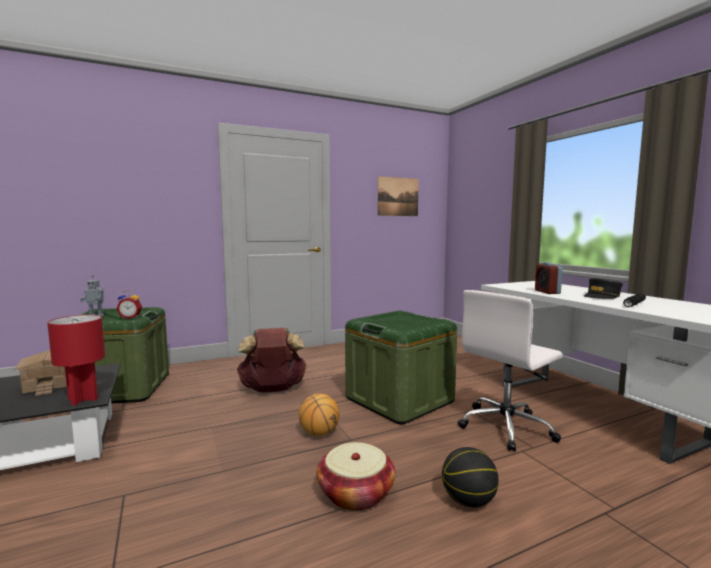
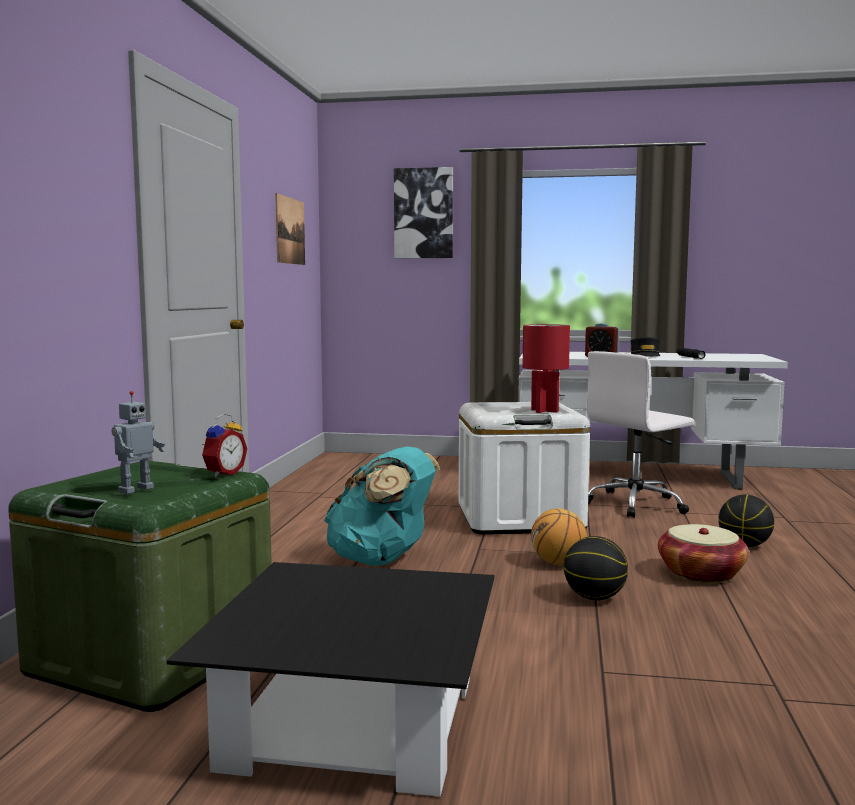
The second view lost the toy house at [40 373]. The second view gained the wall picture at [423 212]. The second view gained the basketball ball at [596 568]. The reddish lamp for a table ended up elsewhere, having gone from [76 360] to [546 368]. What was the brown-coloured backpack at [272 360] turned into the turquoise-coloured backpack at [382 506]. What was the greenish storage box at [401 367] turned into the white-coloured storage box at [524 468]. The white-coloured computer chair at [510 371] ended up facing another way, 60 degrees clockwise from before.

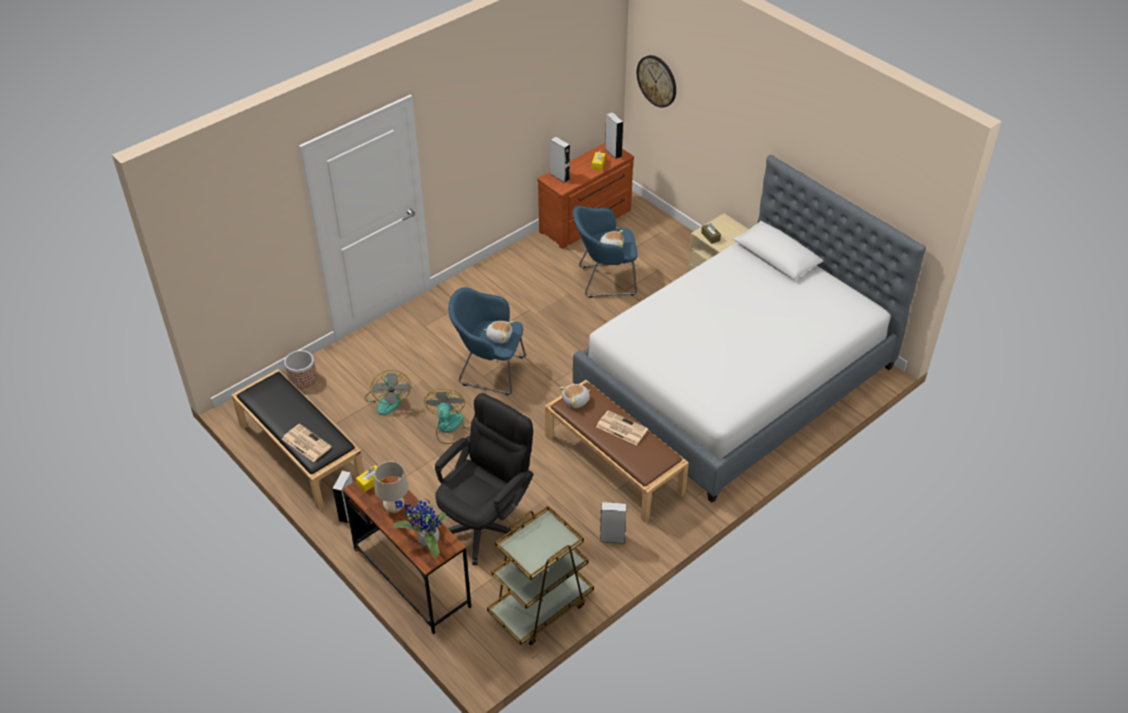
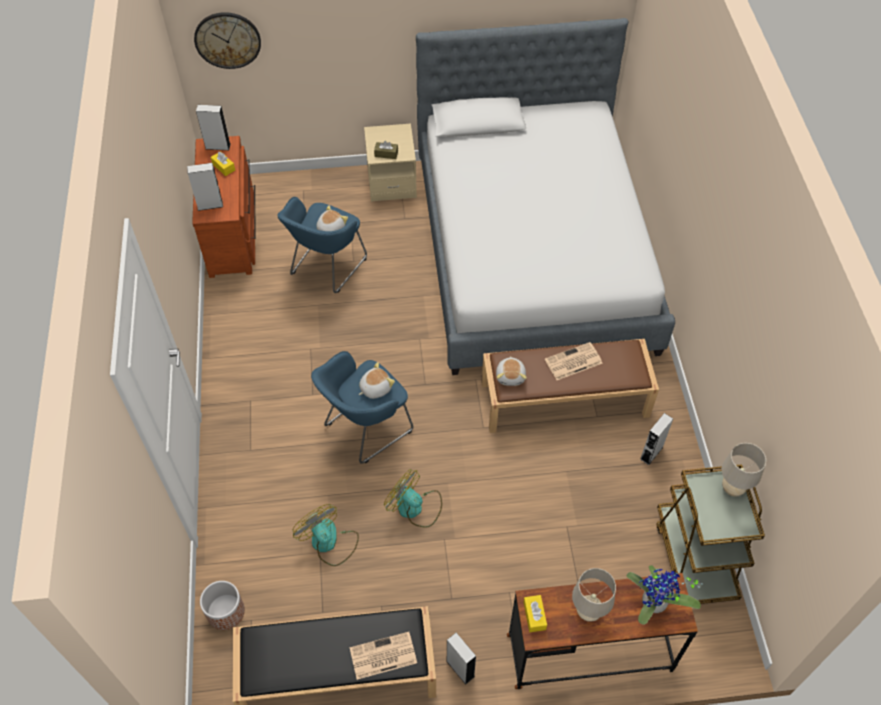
The second view lost the black computer chair at [484 479]. The second view gained the sand-coloured lamp for a table at [744 470]. The fan at [388 392] ended up facing another way, 150 degrees counterclockwise from before.

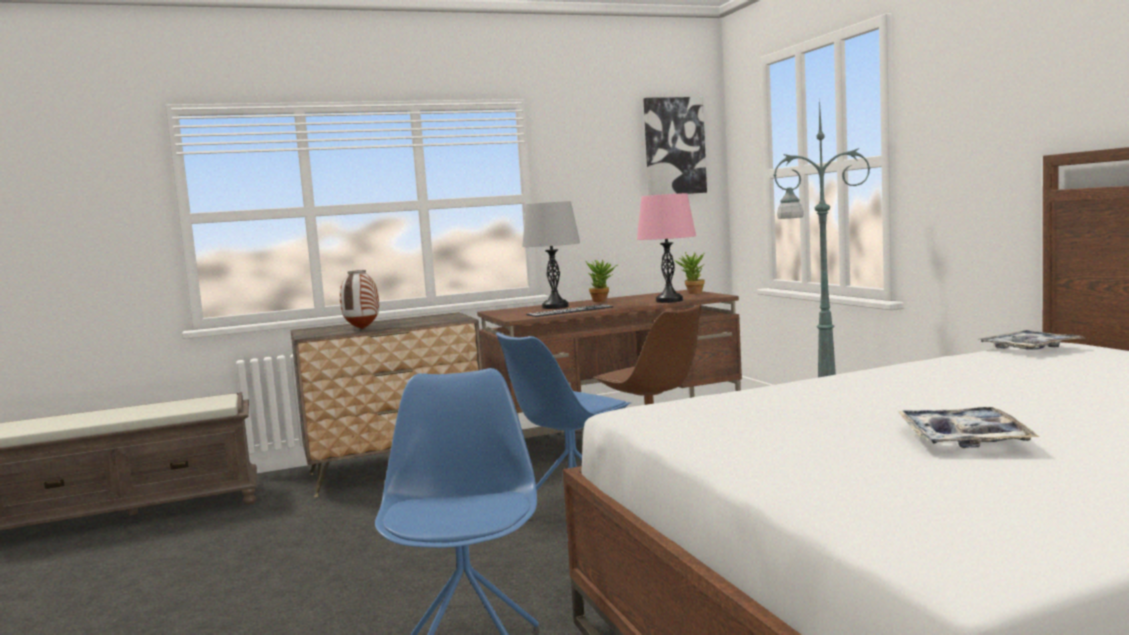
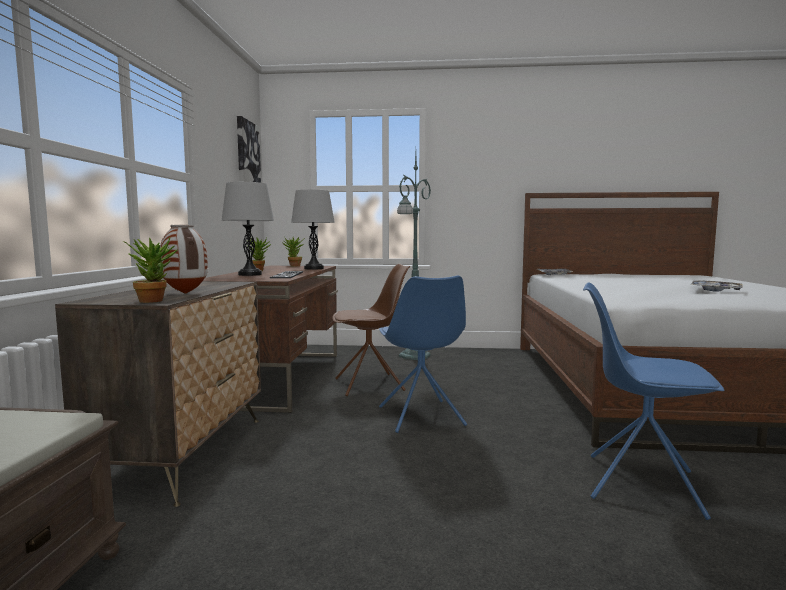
The second view gained the houseplant at [150 270]. What was the pinkish lamp for a table at [666 248] turned into the gray lamp for a table at [313 230].

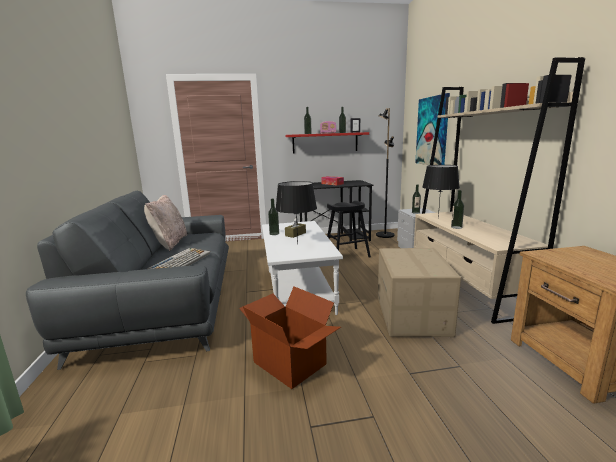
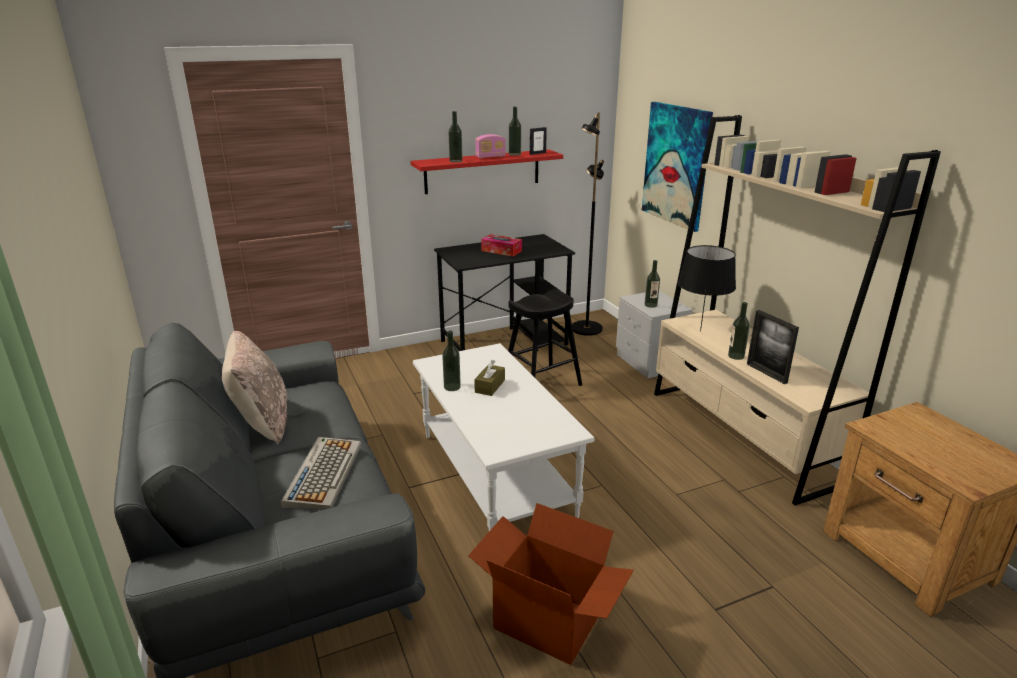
The second view lost the black lamp for a table at [296 213]. The second view lost the cardboard box at [419 292]. The second view gained the picture frame at [773 347].

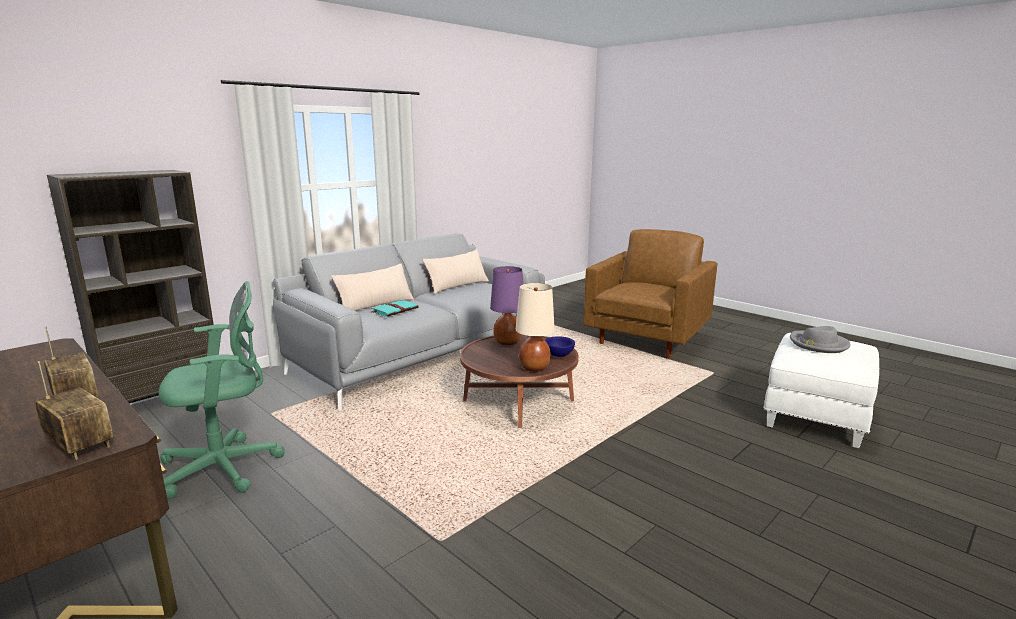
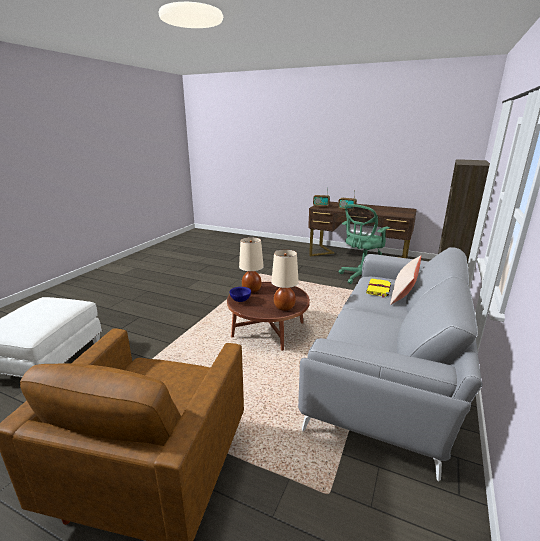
The second view lost the sand-coloured throw pillow at [455 271]. The second view lost the gray wearable hat at [820 339]. What was the turquoise-coloured book at [395 308] turned into the yellow book at [378 288]. What was the purple lamp for a table at [506 305] turned into the sand-coloured lamp for a table at [285 280].

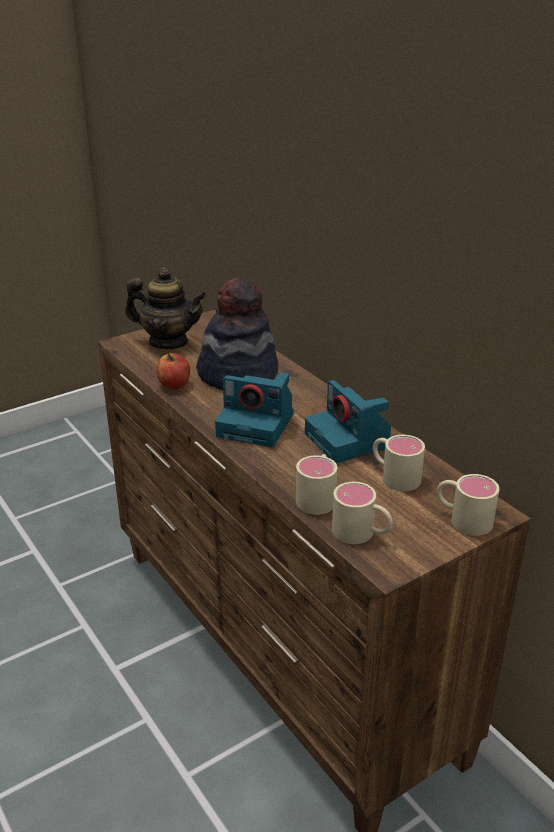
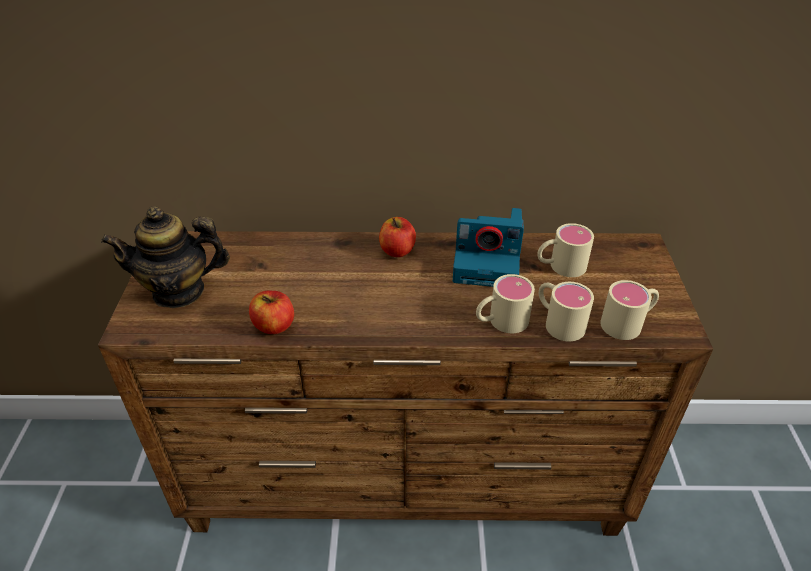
The second view lost the wearable hat at [237 334]. The second view lost the still camera at [254 409]. The second view gained the apple fruit at [397 237]. The sand-coloured mug ended up elsewhere, having gone from [468 505] to [505 303]. The tea pot at [166 308] ended up facing another way, 150 degrees counterclockwise from before.

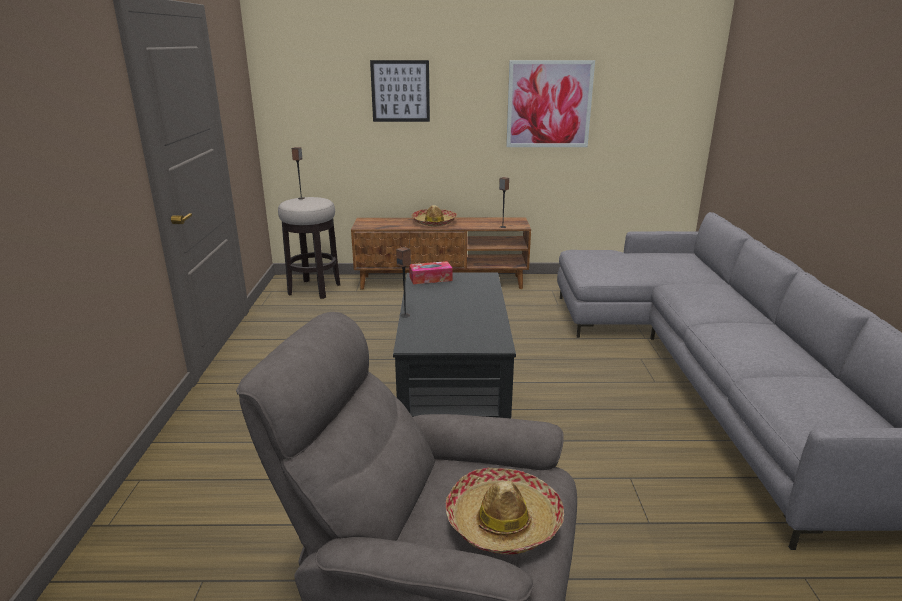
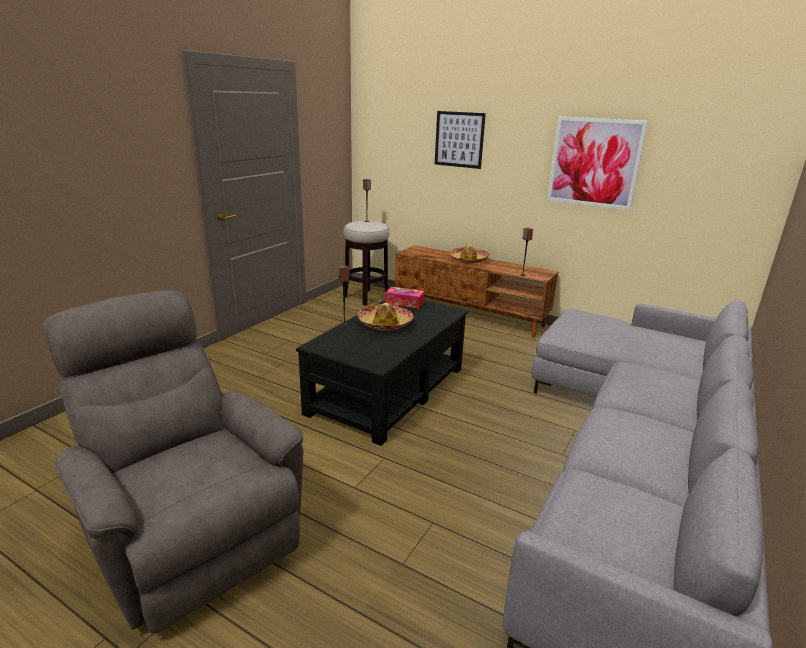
The wearable hat ended up elsewhere, having gone from [505 511] to [385 316].

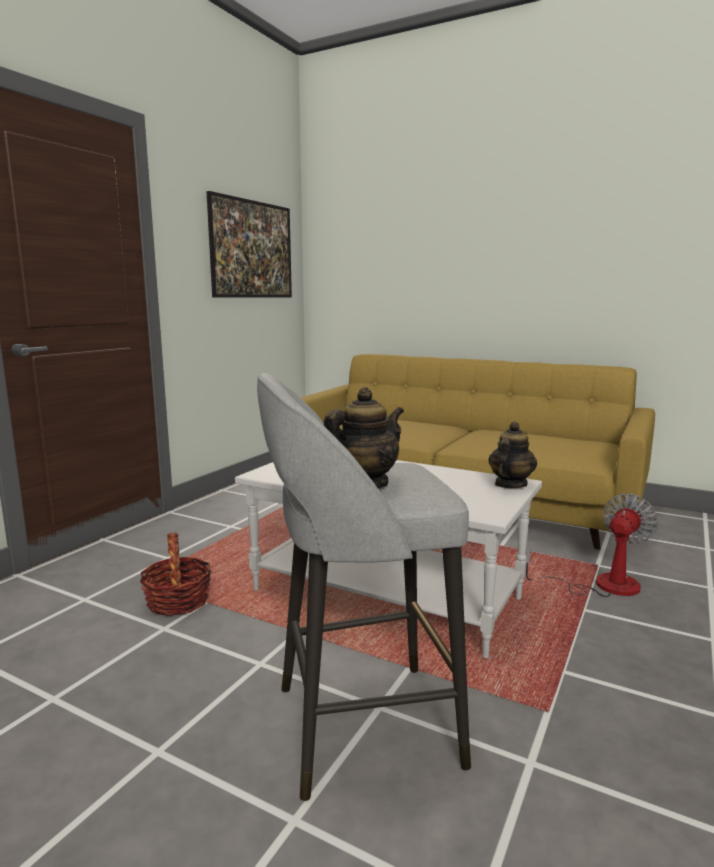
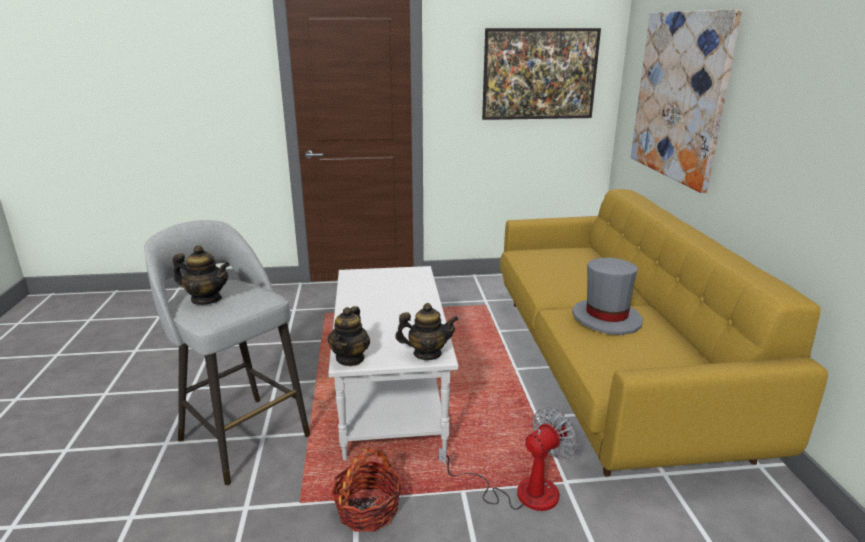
The second view gained the tea pot at [349 336]. The second view gained the gray wearable hat at [607 296]. The second view gained the wall picture at [686 101]. The basket ended up elsewhere, having gone from [175 574] to [366 489]. The fan at [591 545] ended up facing another way, 45 degrees counterclockwise from before.

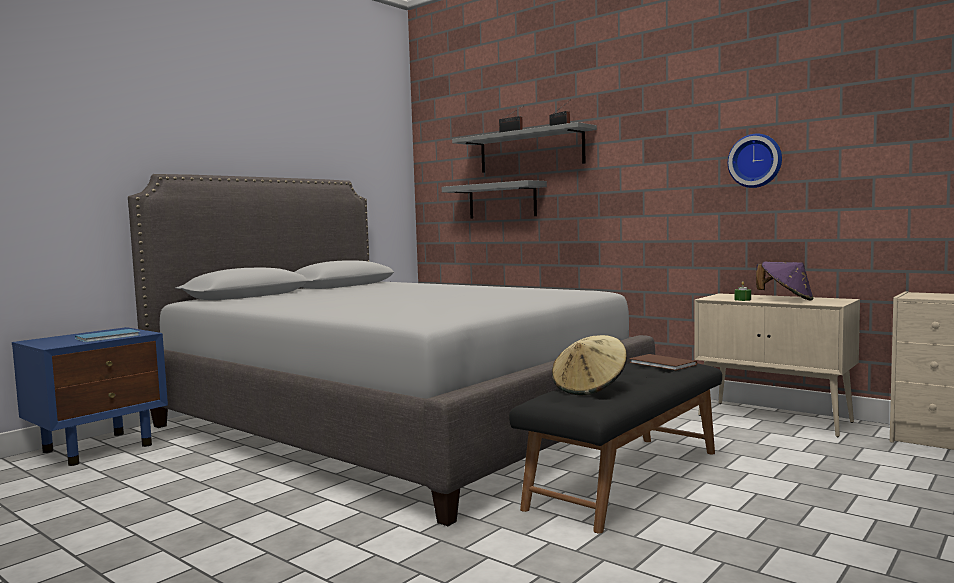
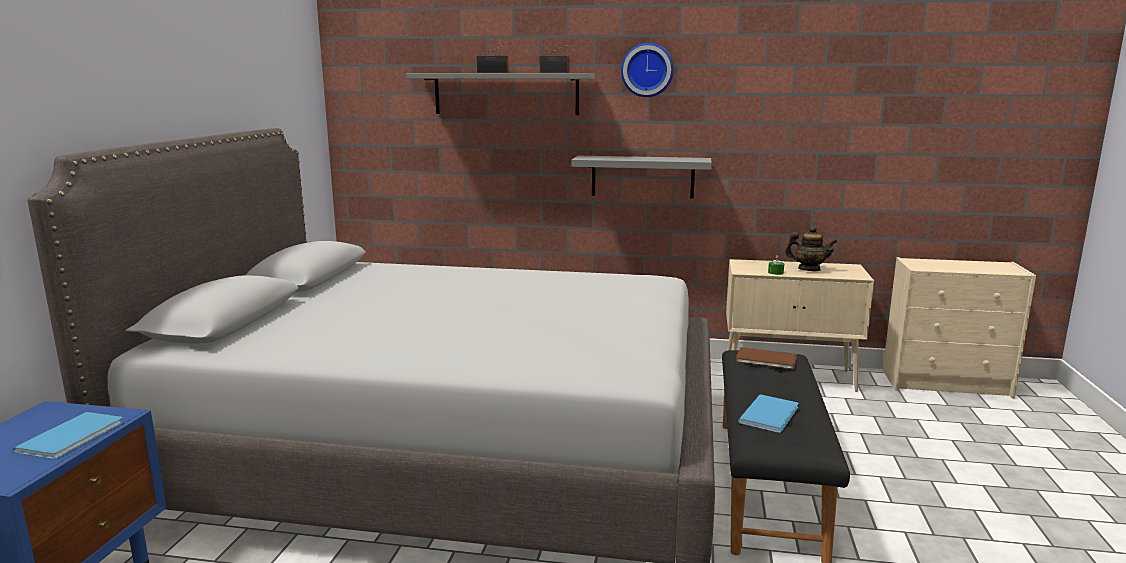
The gray wall shelf ended up elsewhere, having gone from [494 199] to [641 177]. The clock on the wall ended up elsewhere, having gone from [755 161] to [647 70]. Where the sand-coloured wearable hat stood at [589 365], the blue book came to stand at [768 414]. Where the purple wearable hat stood at [785 281], the tea pot came to stand at [811 248].

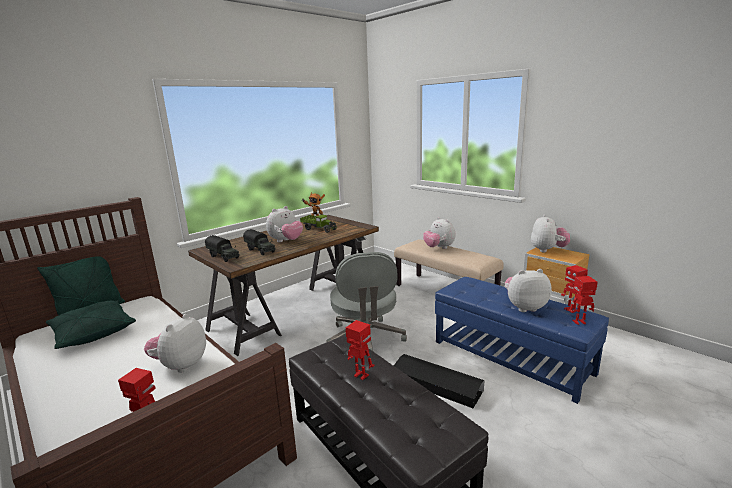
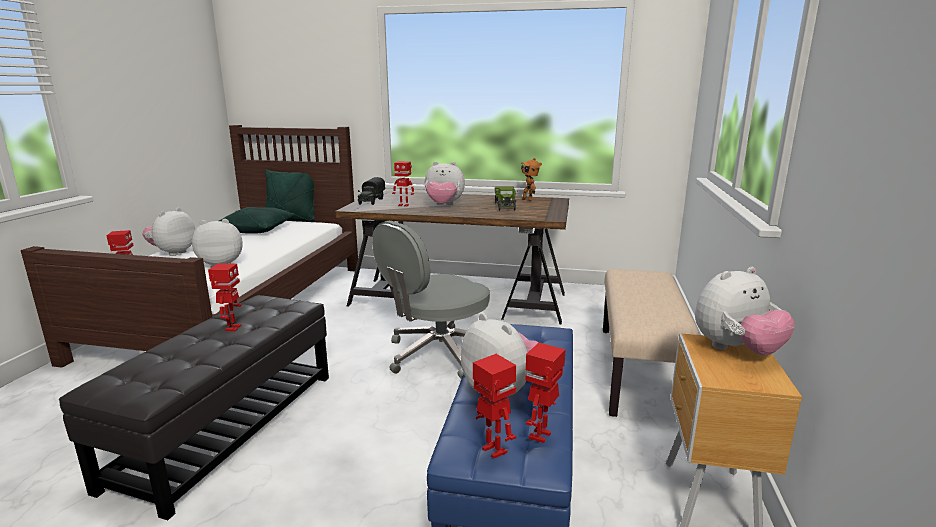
The second view lost the black storage box at [439 381]. The plush toy ended up elsewhere, having gone from [439 233] to [168 232]. Where the model truck stood at [259 242], the model robot came to stand at [403 184].

